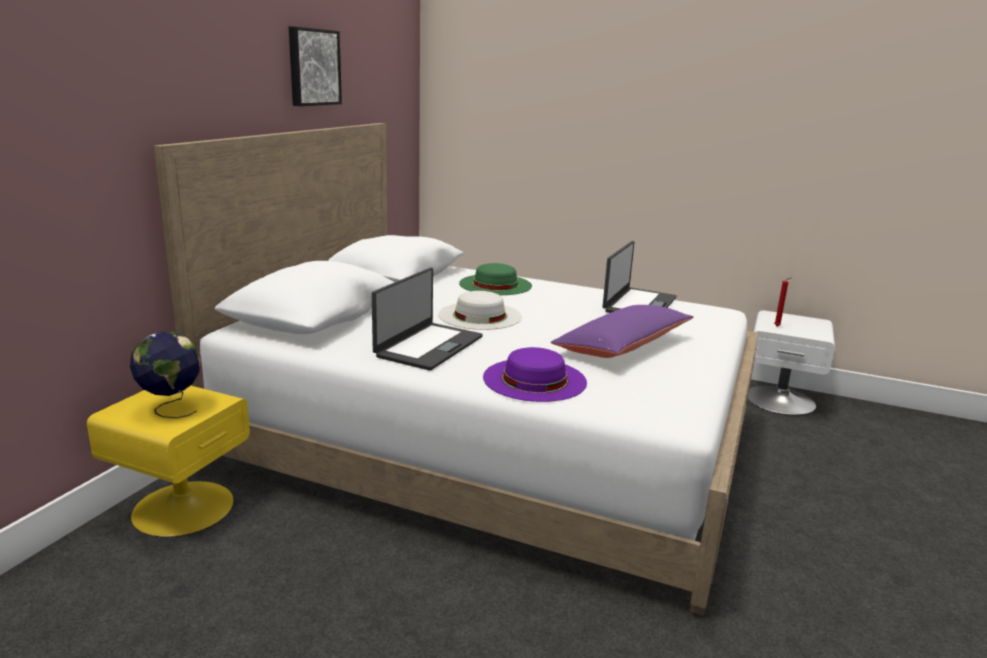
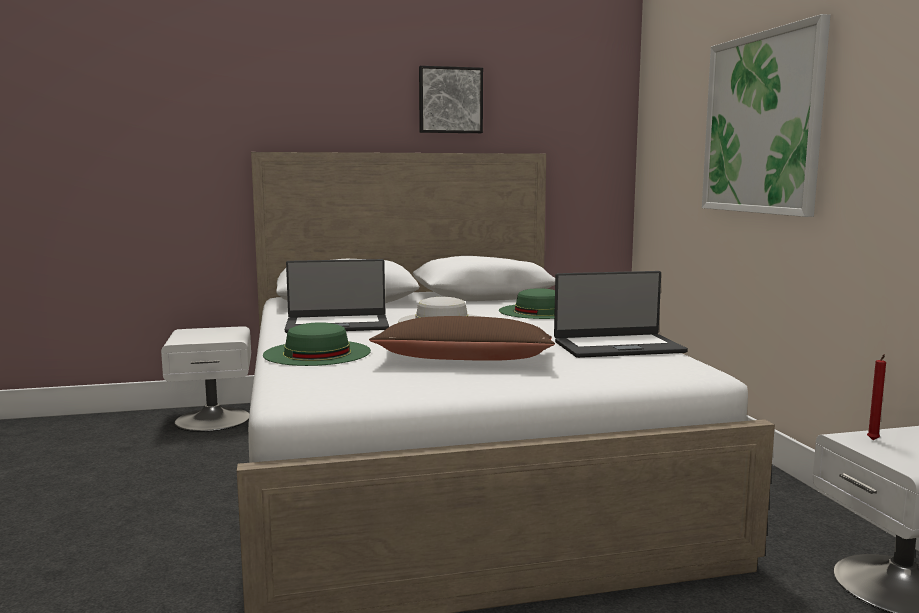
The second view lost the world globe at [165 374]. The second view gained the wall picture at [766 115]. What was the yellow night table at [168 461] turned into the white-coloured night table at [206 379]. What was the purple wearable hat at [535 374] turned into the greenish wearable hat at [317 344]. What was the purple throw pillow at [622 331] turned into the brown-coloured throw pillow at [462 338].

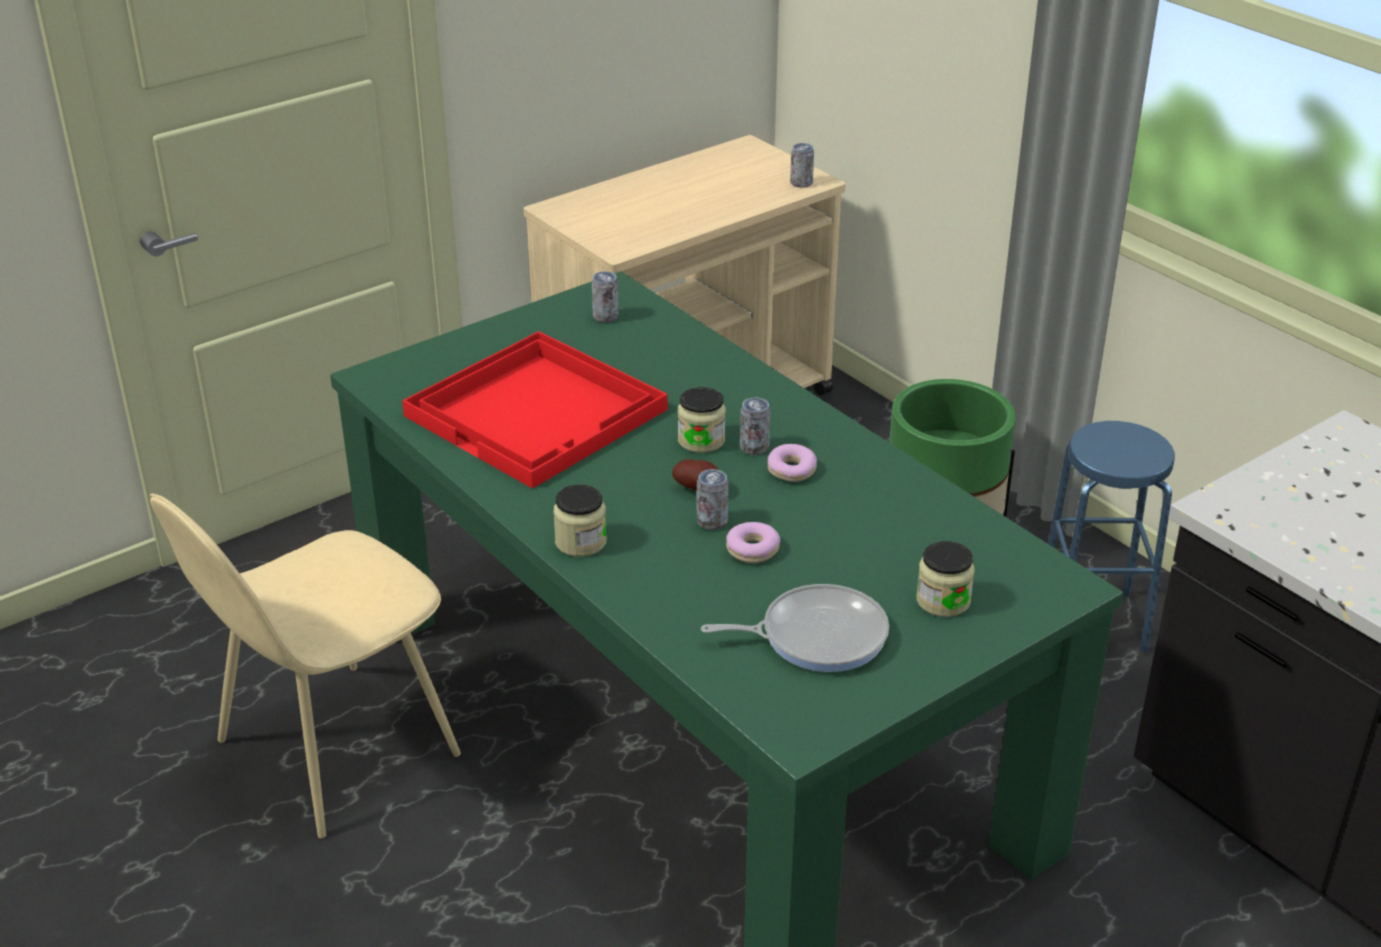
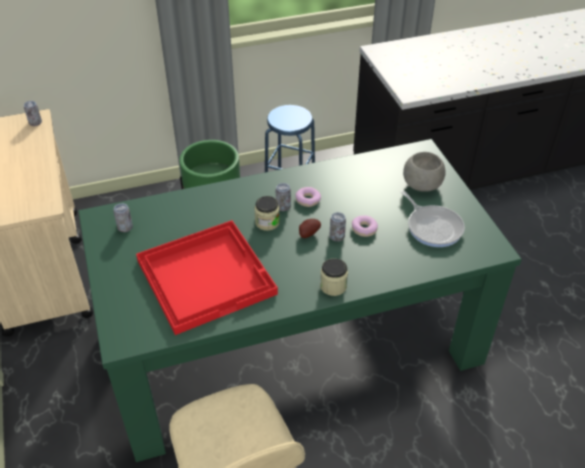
Where the storage jar stood at [945 579], the gray bowl came to stand at [424 172]. The pan at [795 628] ended up facing another way, 135 degrees clockwise from before.

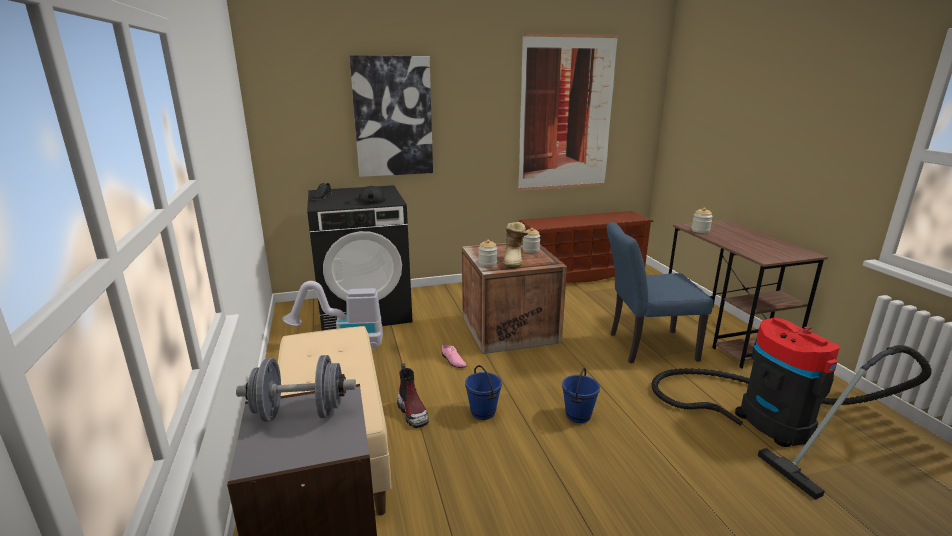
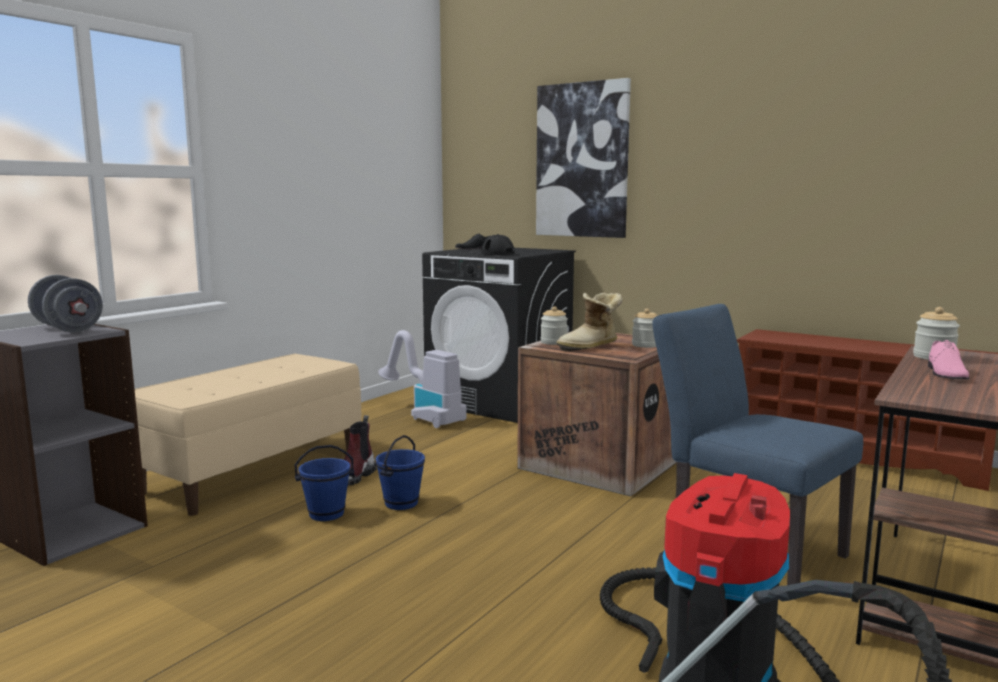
The second view lost the wall picture at [568 112]. The pinkish low shoe ended up elsewhere, having gone from [454 355] to [948 360]. The blue water bucket ended up elsewhere, having gone from [581 395] to [324 483].

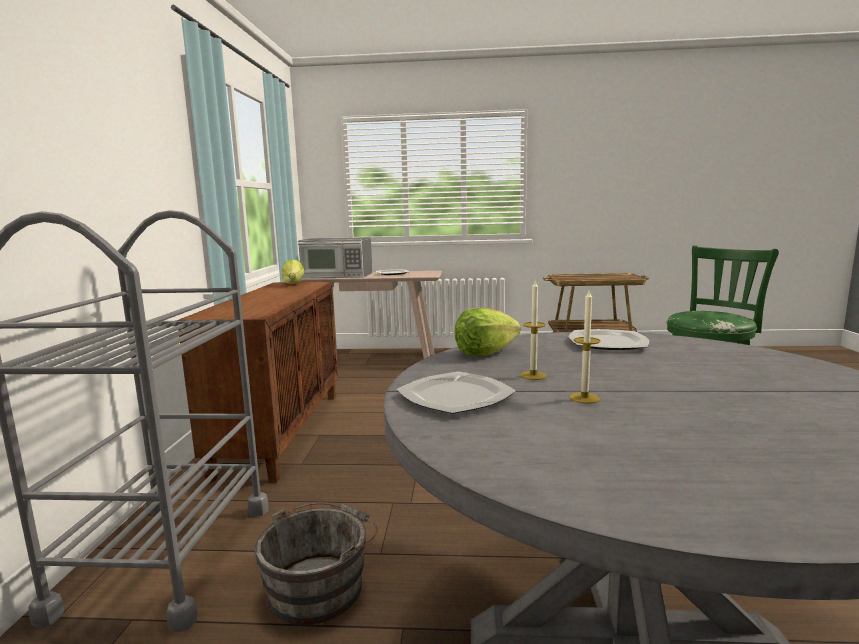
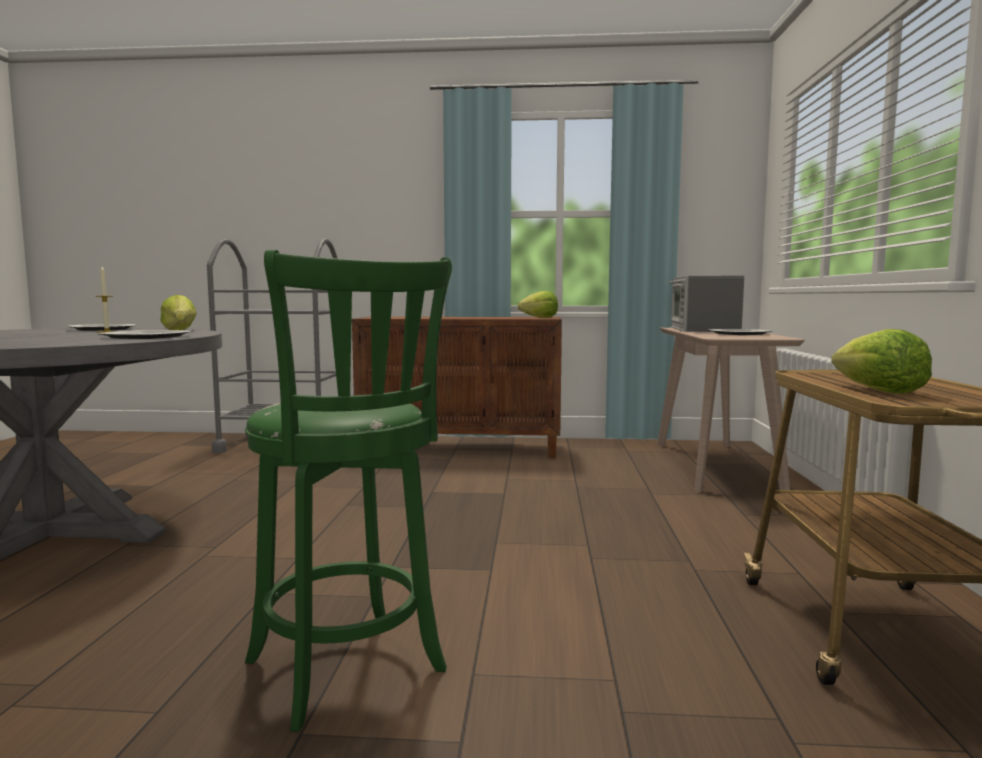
The second view lost the gray water bucket at [316 563]. The second view lost the candle at [584 347]. The second view gained the head of lettuce at [881 361].

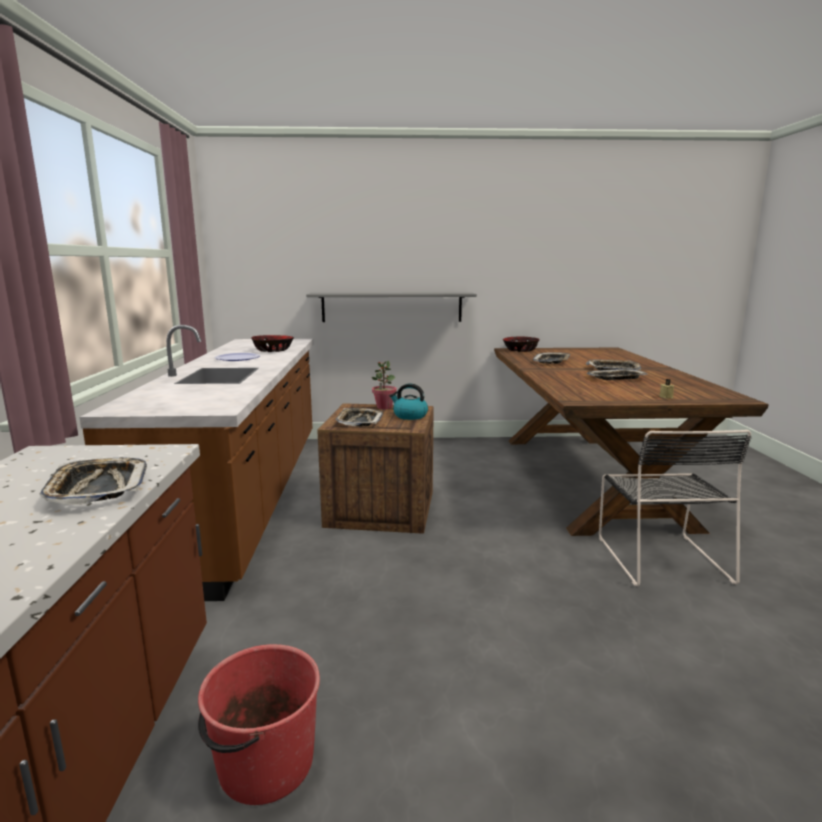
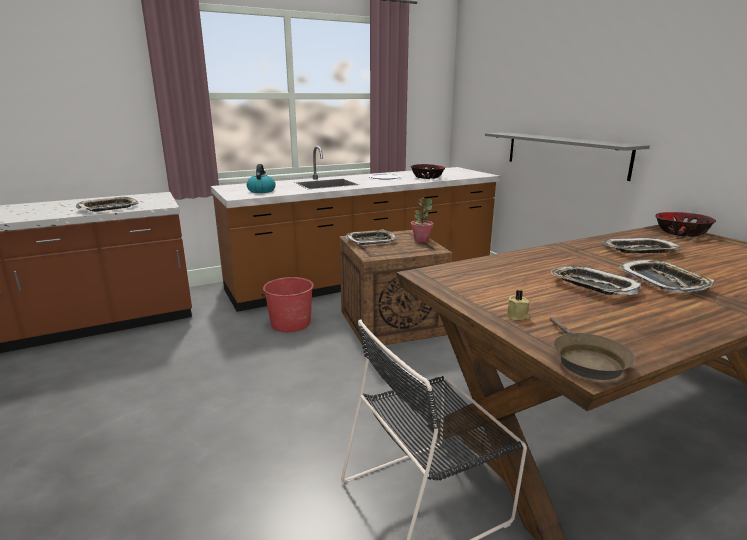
The second view gained the brown-coloured pan at [593 348]. The reddish water bucket ended up elsewhere, having gone from [259 724] to [287 304]. The water kettle ended up elsewhere, having gone from [409 401] to [261 178].

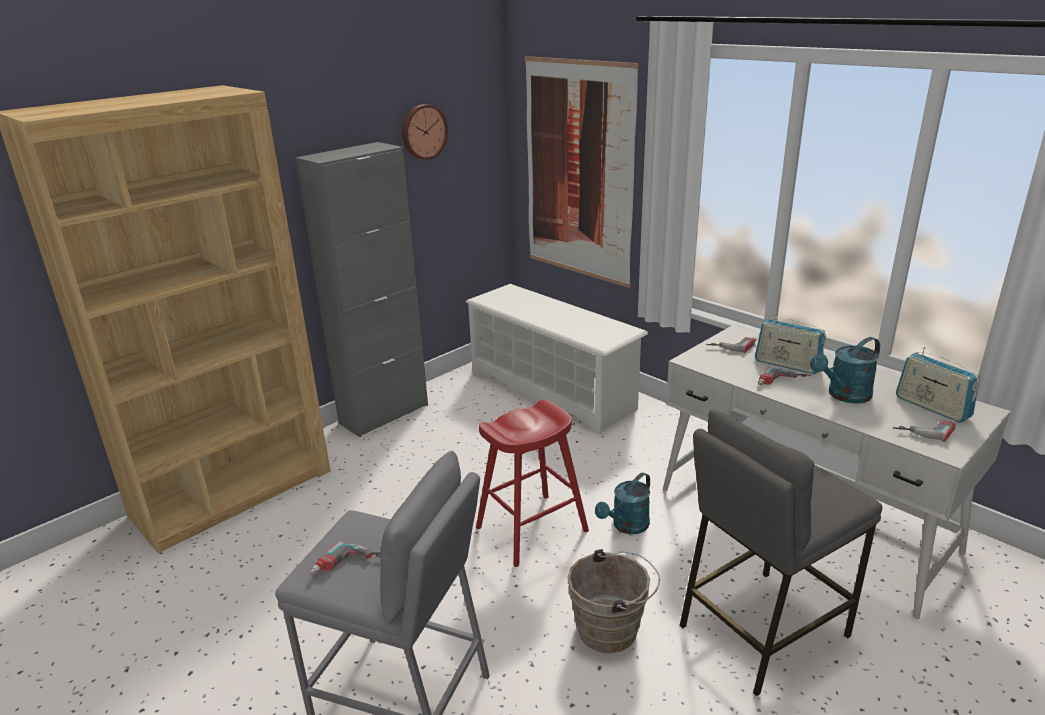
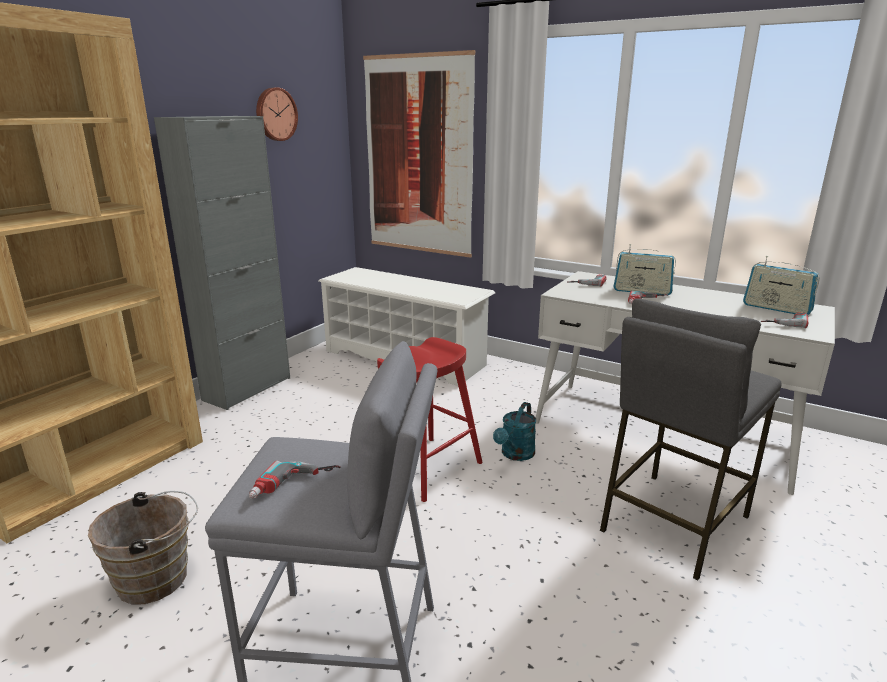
The second view lost the turquoise-coloured sprinkling can at [845 370]. The brown-coloured water bucket ended up elsewhere, having gone from [613 601] to [143 547].

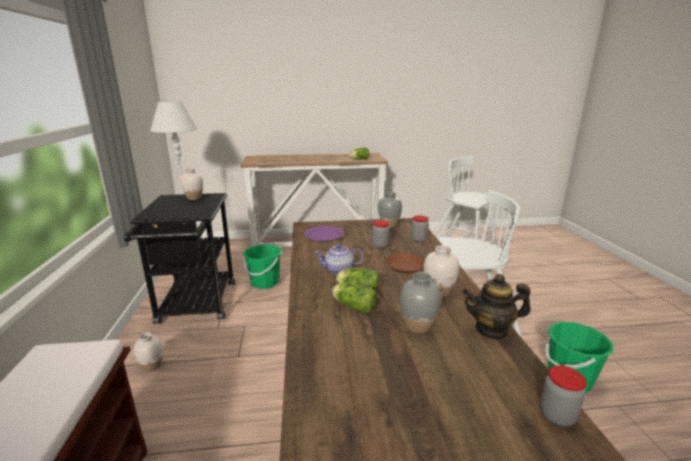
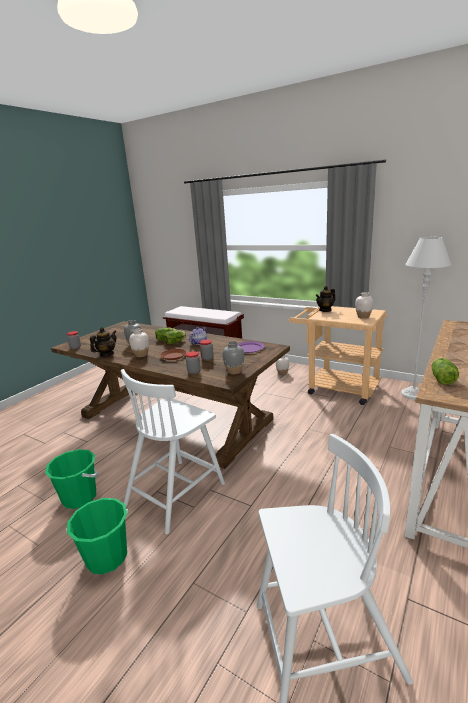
The second view gained the tea pot at [325 299]. The greenish water bucket ended up elsewhere, having gone from [262 267] to [97 536]. What was the black wheeled cart at [179 258] turned into the sand-coloured wheeled cart at [338 355].

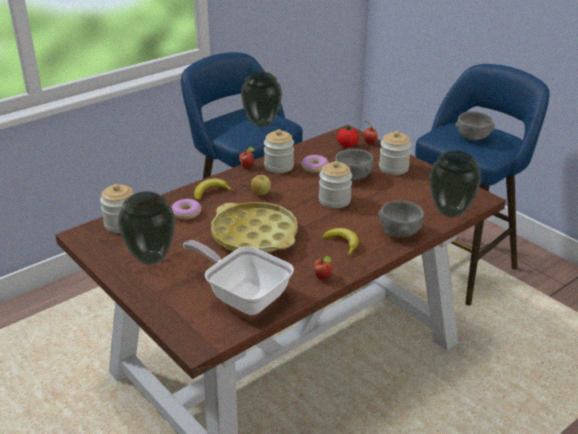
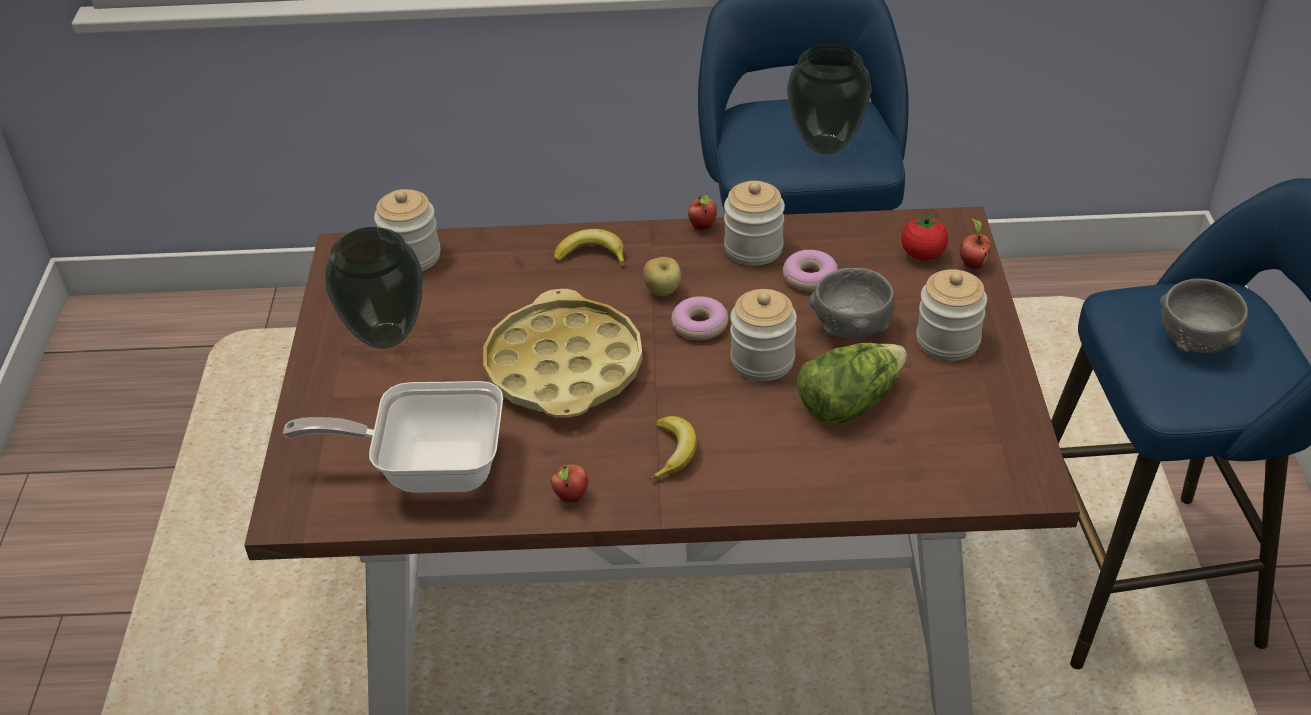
The second view lost the gray bowl at [401 219]. The second view lost the decorative vase at [455 184]. The second view gained the head of lettuce at [852 384]. The doughnut ended up elsewhere, having gone from [186 209] to [699 318]. The pan at [238 277] ended up facing another way, 75 degrees counterclockwise from before.

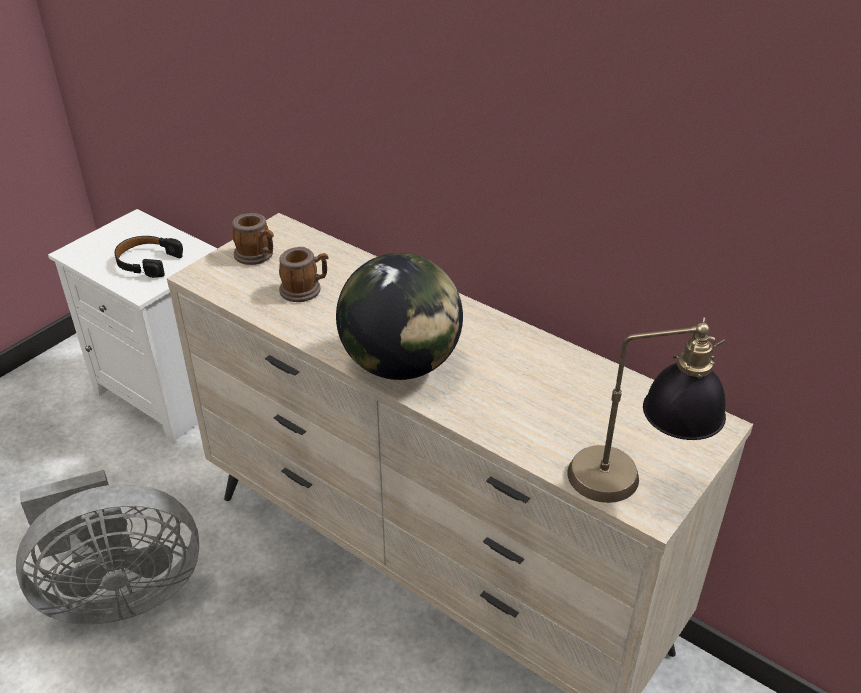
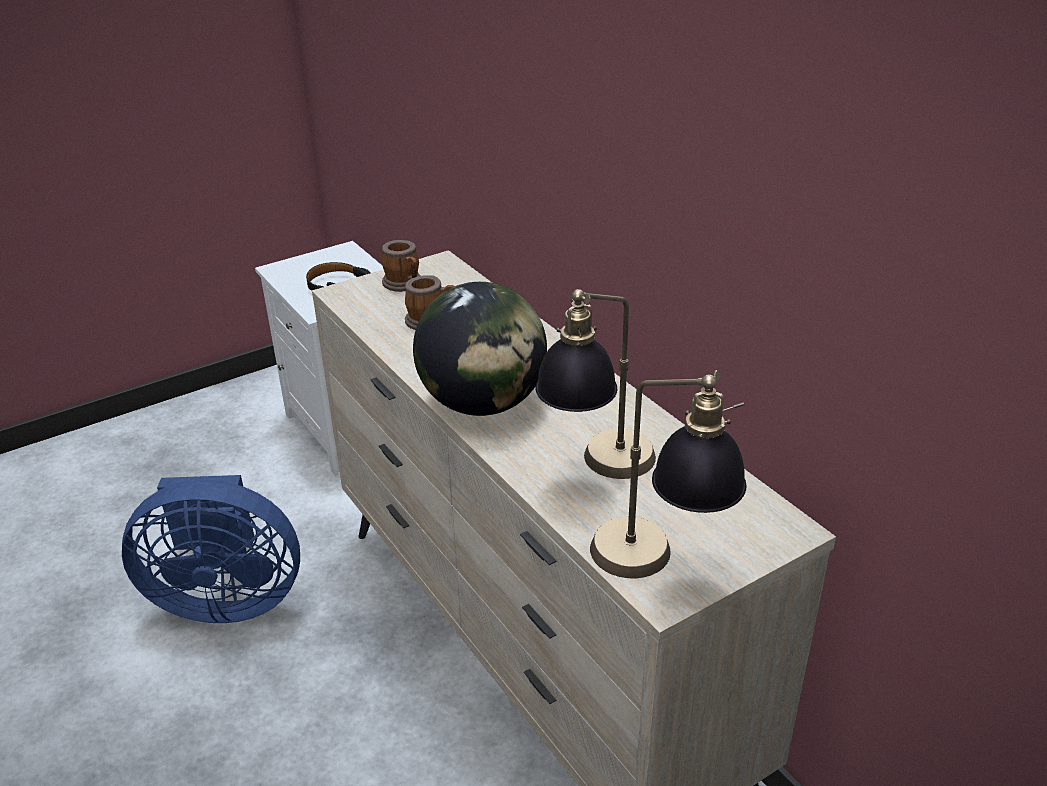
The second view gained the lamp for a table at [596 384]. What was the gray fan at [107 547] turned into the blue fan at [211 549].

